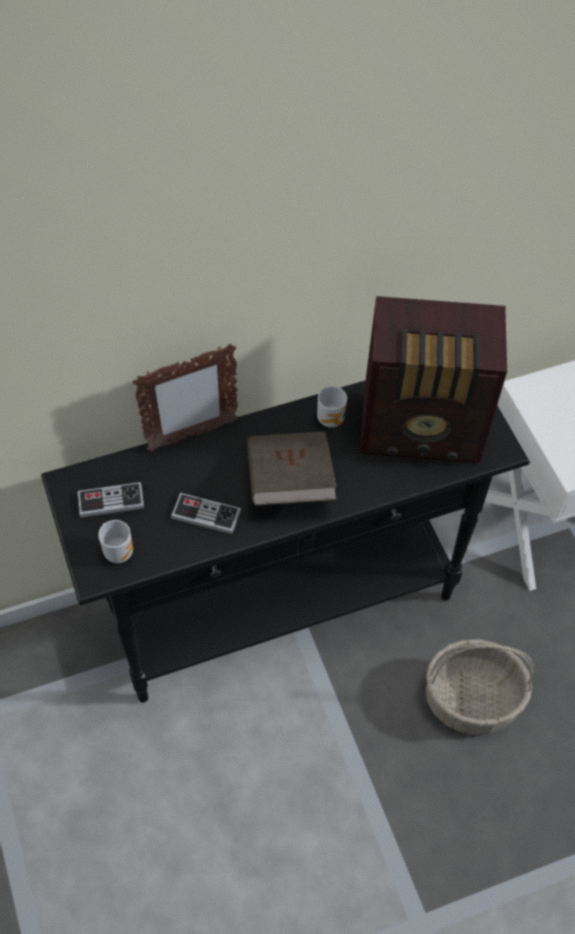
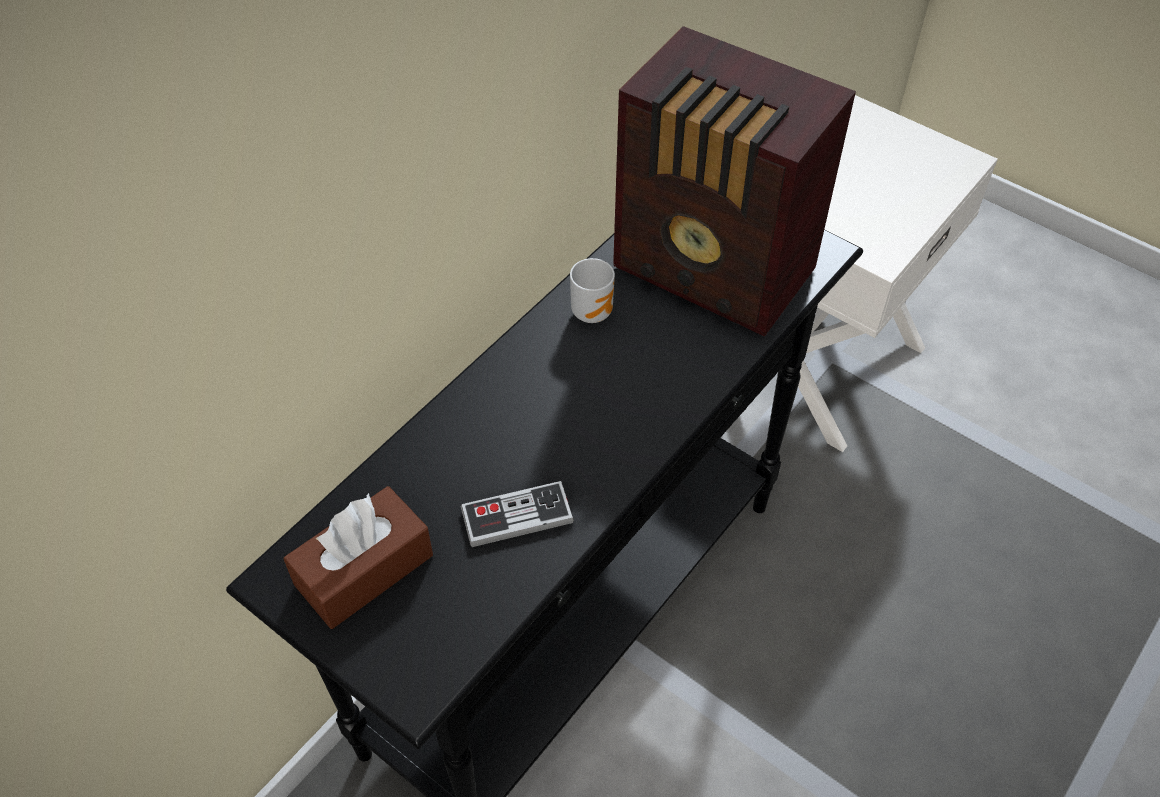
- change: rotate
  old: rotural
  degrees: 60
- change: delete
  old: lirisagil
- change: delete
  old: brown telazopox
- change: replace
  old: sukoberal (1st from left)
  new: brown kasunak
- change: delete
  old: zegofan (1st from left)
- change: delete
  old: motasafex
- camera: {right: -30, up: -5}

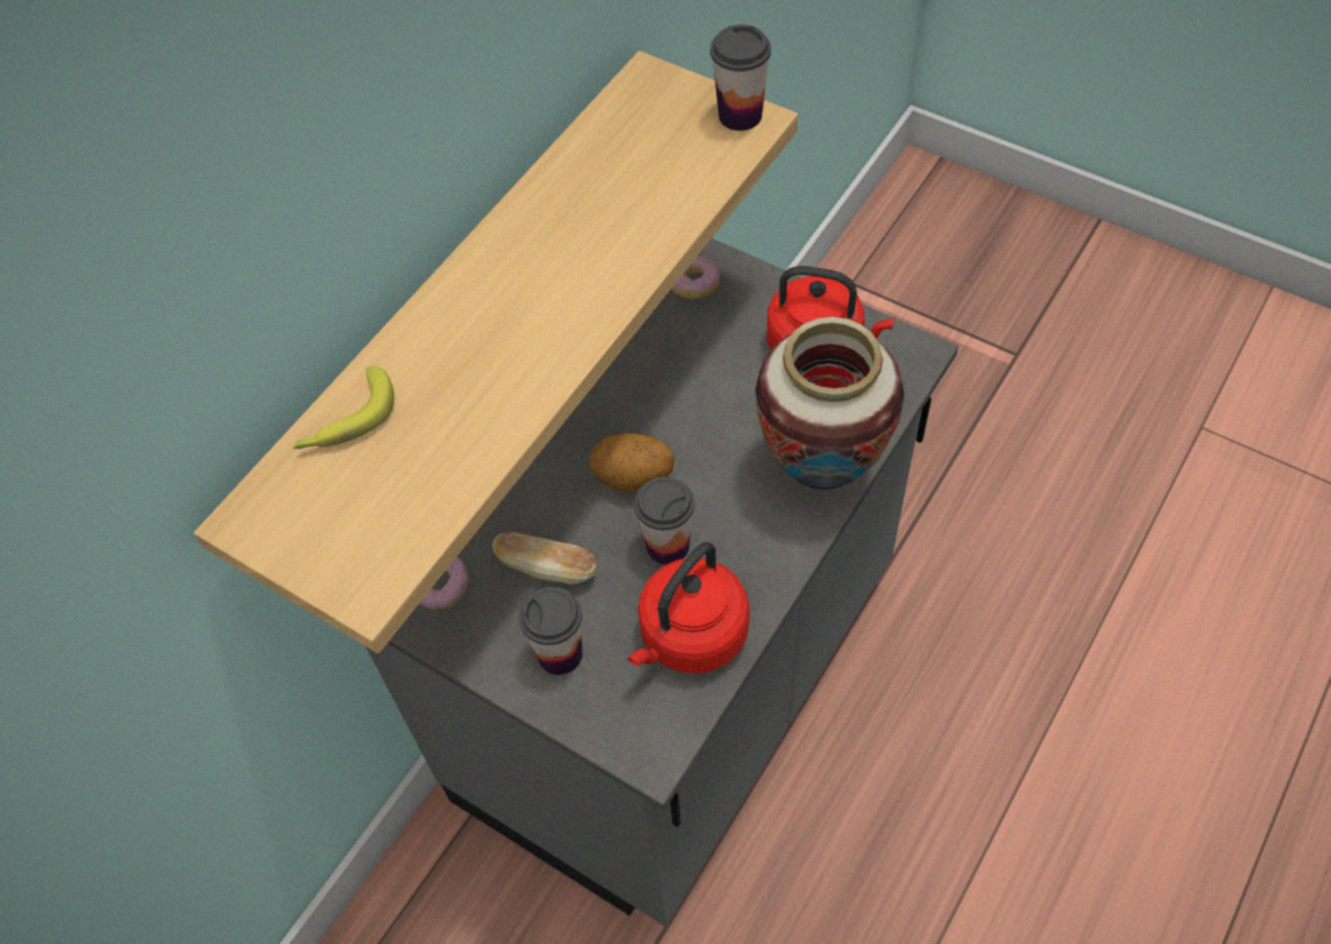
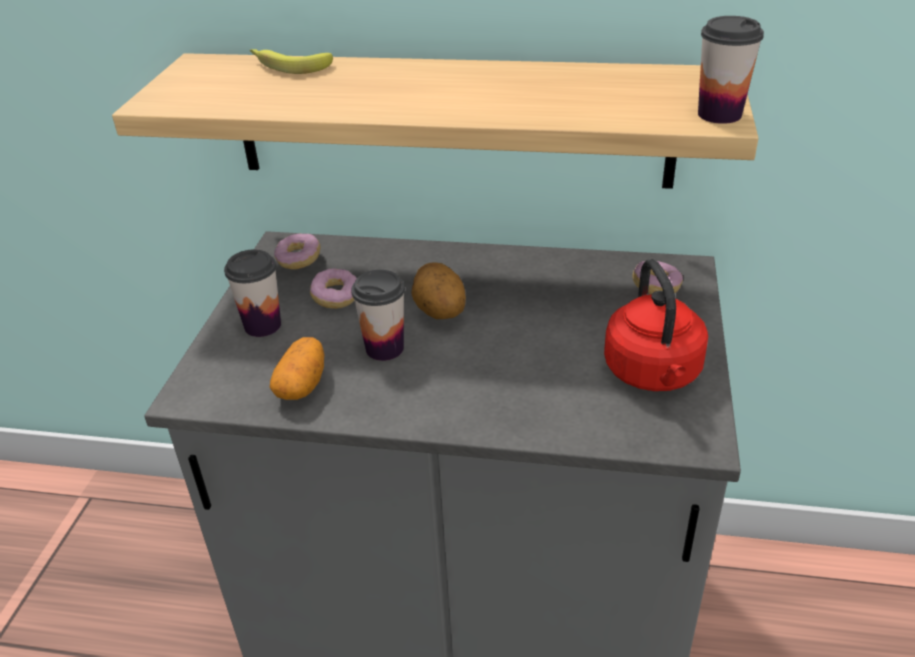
- change: delete
  old: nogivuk
- change: replace
  old: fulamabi
  new: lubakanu (2nd from left)
- change: replace
  old: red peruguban (1st from left)
  new: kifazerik (1st from left)
- camera: {right: 65, up: -20}

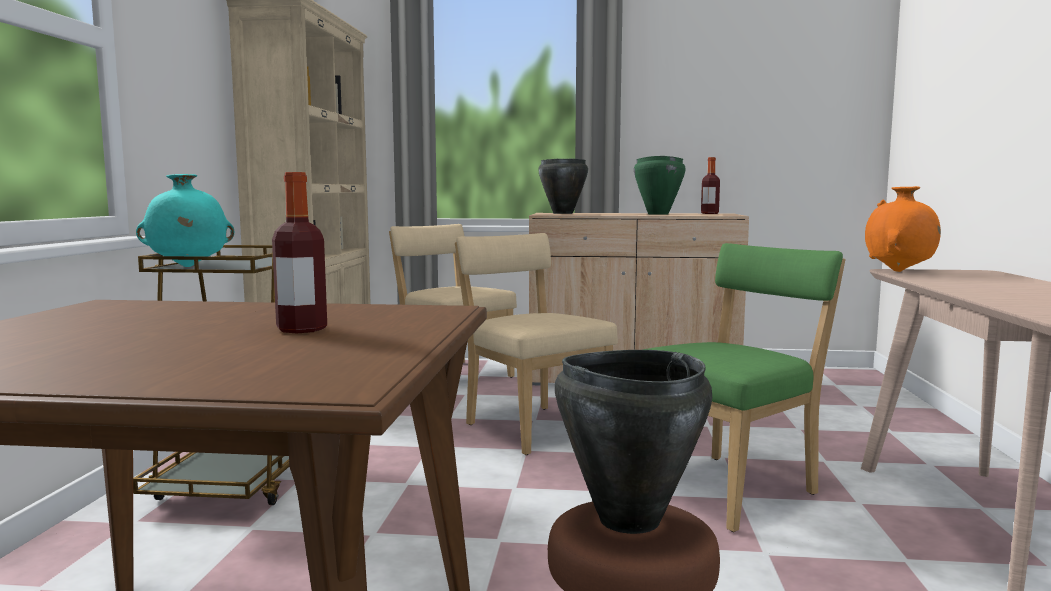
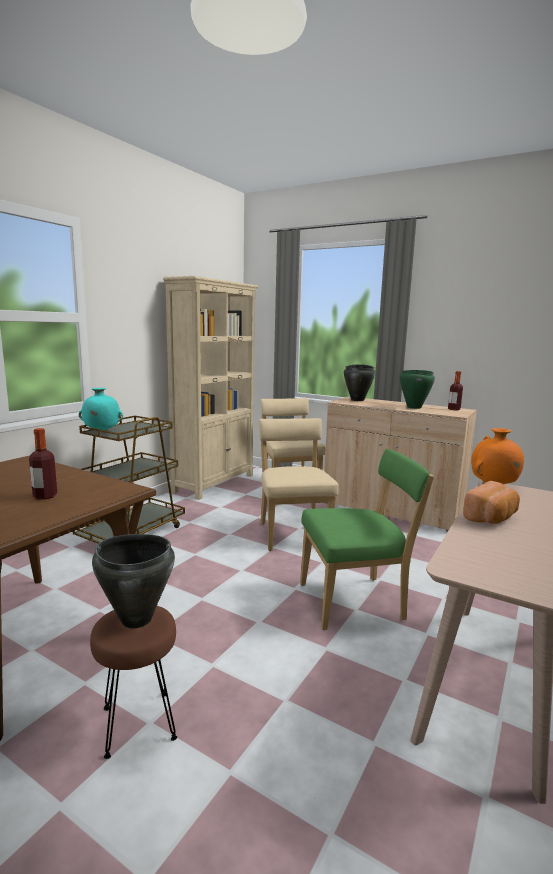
- change: insert
  new: fulamabi
- camera: {right: 25, up: 5}

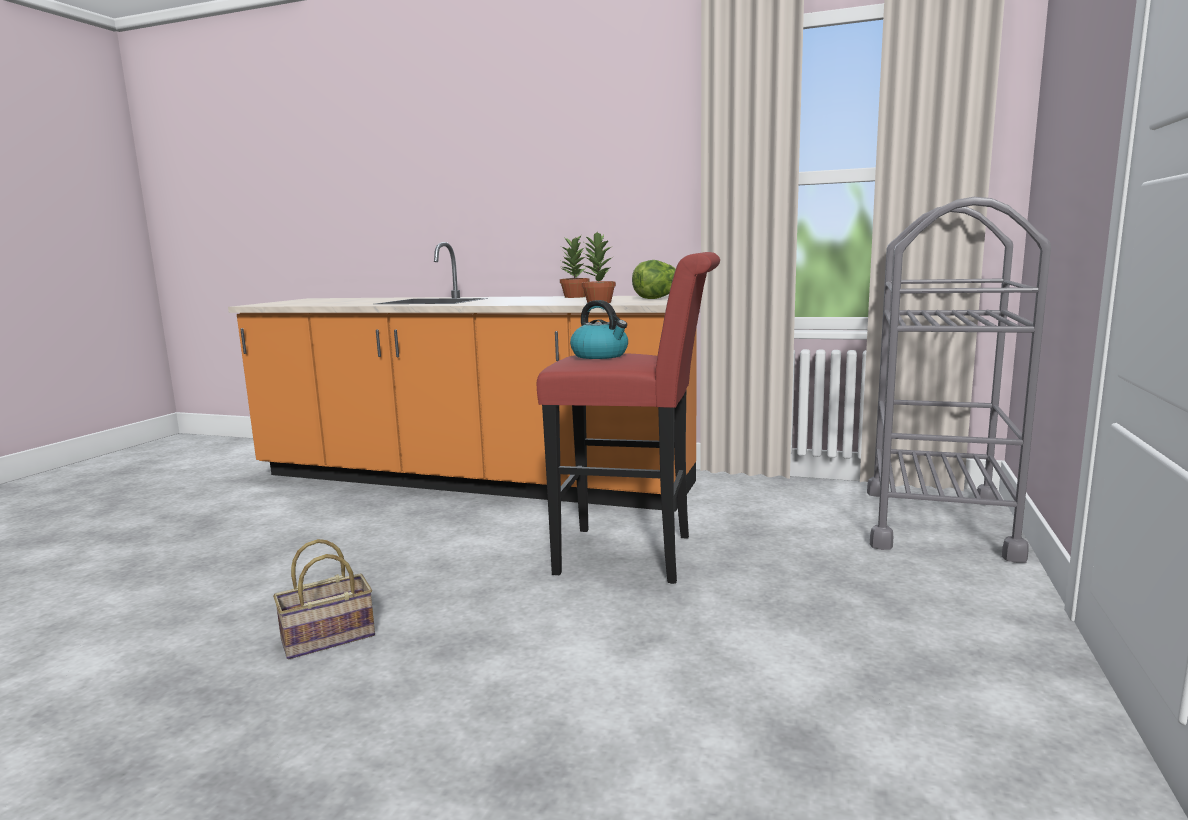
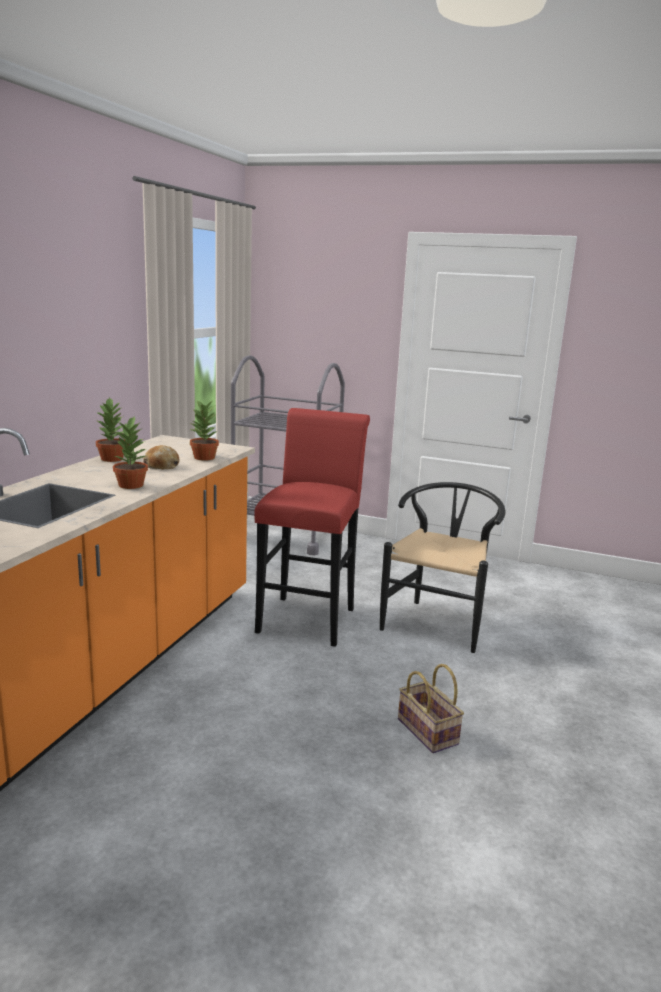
- change: delete
  old: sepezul
- change: delete
  old: peruguban
- change: insert
  new: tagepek (2nd from left)
- change: insert
  new: fulamabi
- change: insert
  new: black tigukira
- camera: {right: -90, up: 5}

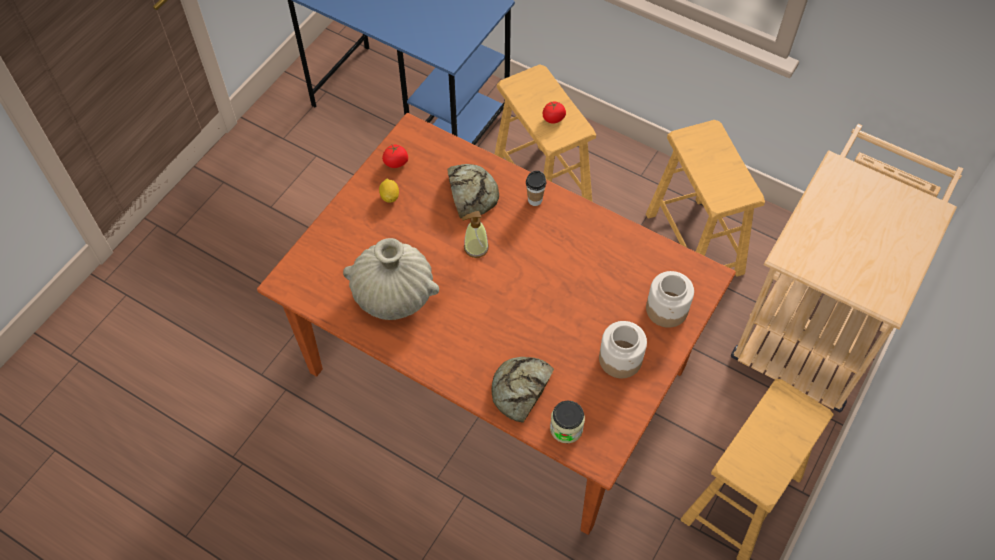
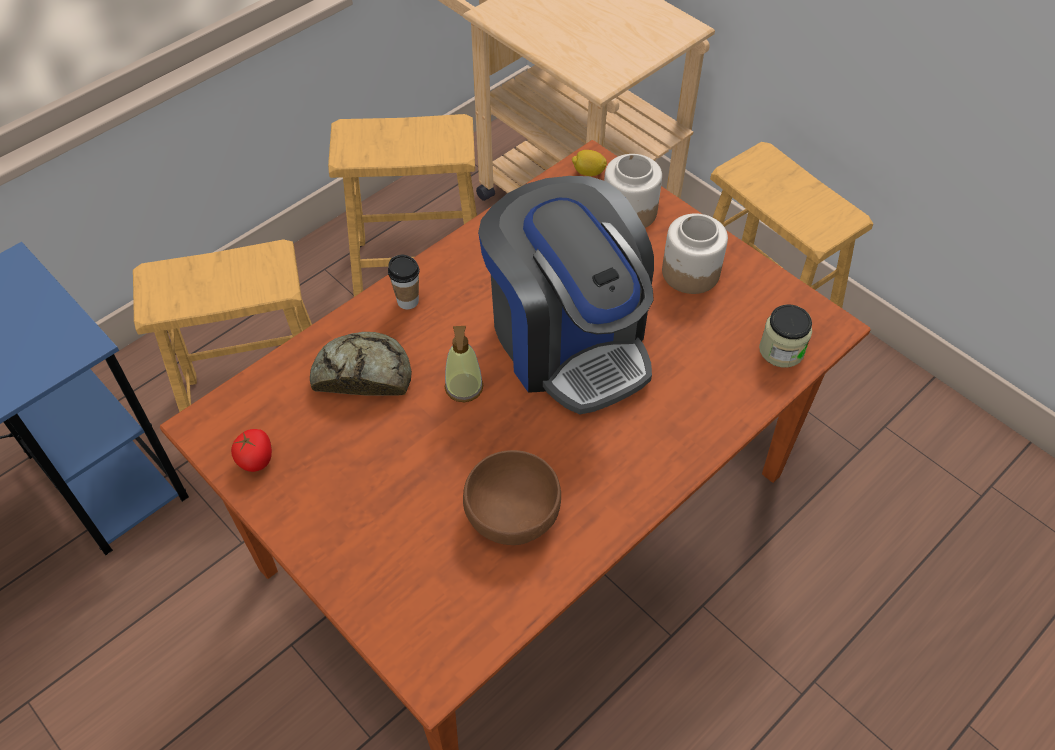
- change: delete
  old: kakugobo (2nd from left)
- change: move
  old: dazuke
- change: replace
  old: beige nogivuk
  new: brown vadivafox
- change: delete
  old: fulamabi (2nd from left)
- change: insert
  new: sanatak
- camera: {right: -75, up: -5}

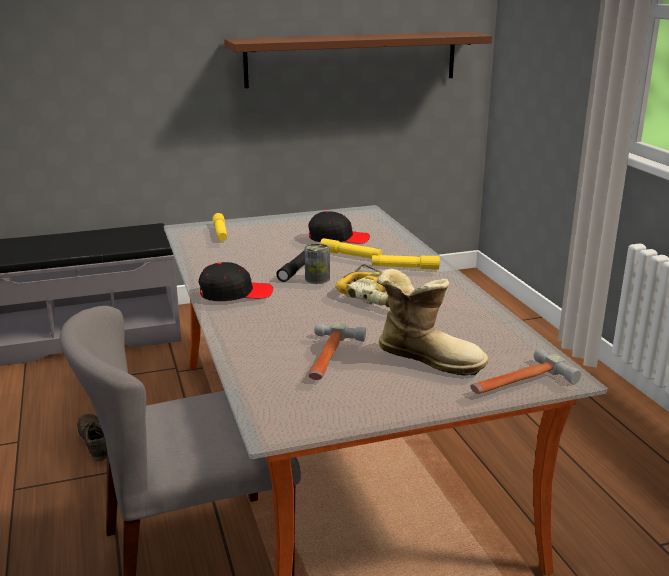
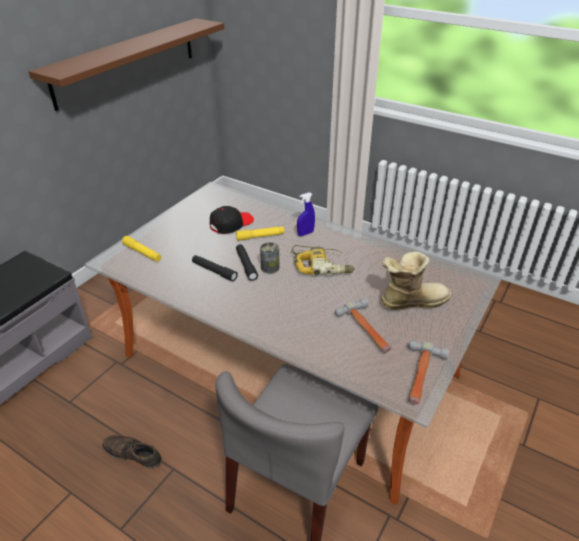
- change: replace
  old: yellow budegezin (3rd from left)
  new: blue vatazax
- change: delete
  old: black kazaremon (1st from left)
- change: move
  old: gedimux (2nd from left)
- change: insert
  new: black budegezin (1st from left)
- camera: {right: -40, up: 15}

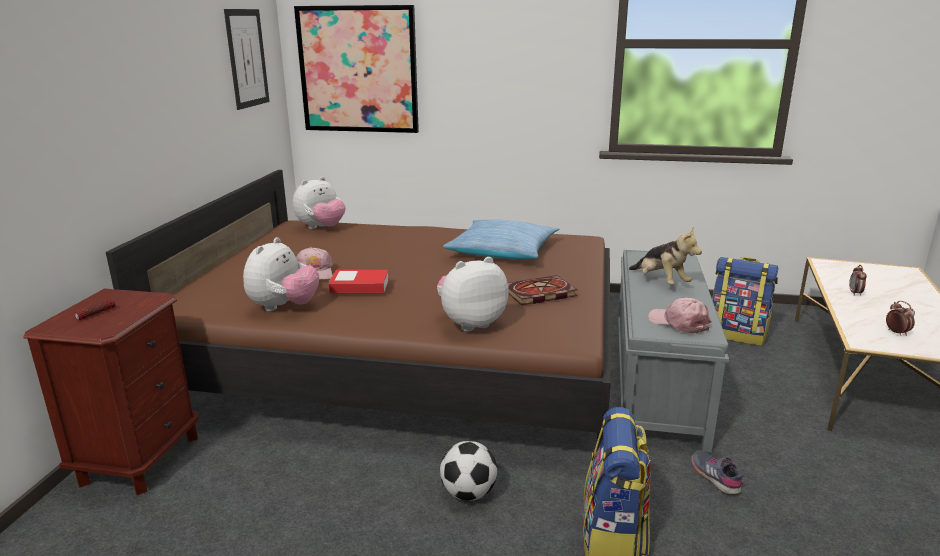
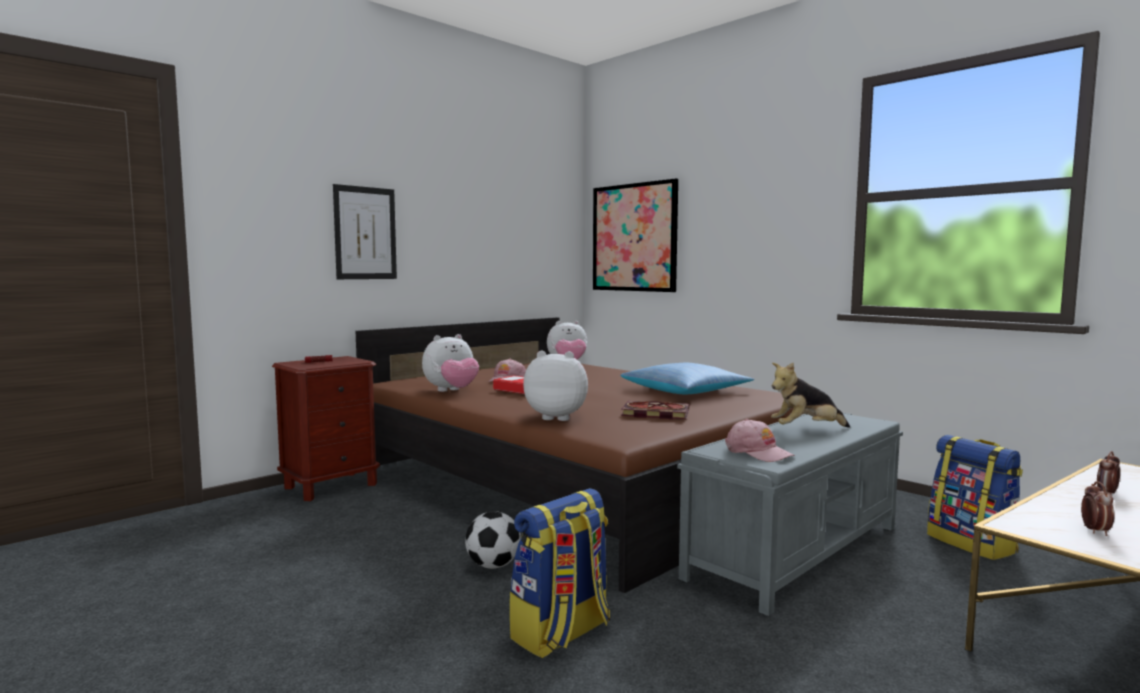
- change: move
  old: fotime (1st from left)
- change: rotate
  old: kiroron (4th from left)
  degrees: 75
- change: rotate
  old: pink kazaremon (2nd from left)
  degrees: 150
- change: delete
  old: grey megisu
- camera: {right: 35, up: -15}

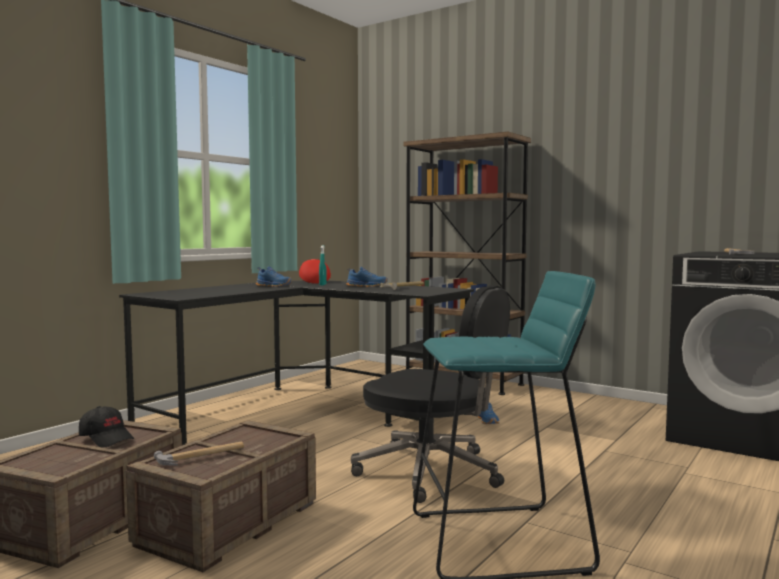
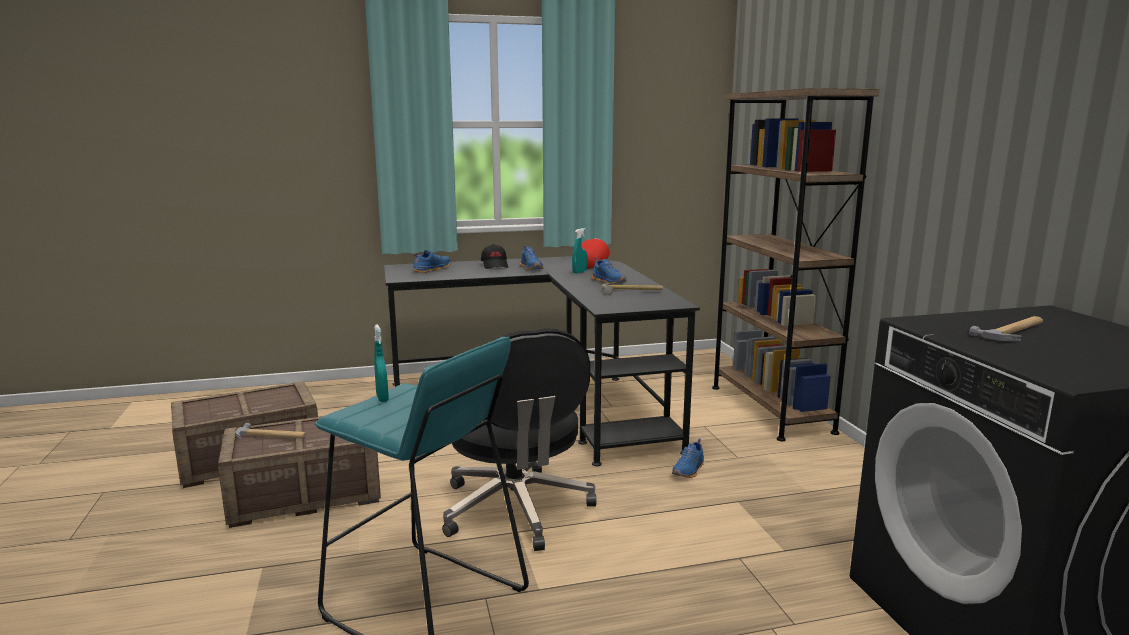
- change: move
  old: black kazaremon
- change: insert
  new: blue megisu (1st from left)
- change: insert
  new: turquoise vatazax (1st from left)
- camera: {right: 40, up: 10}

